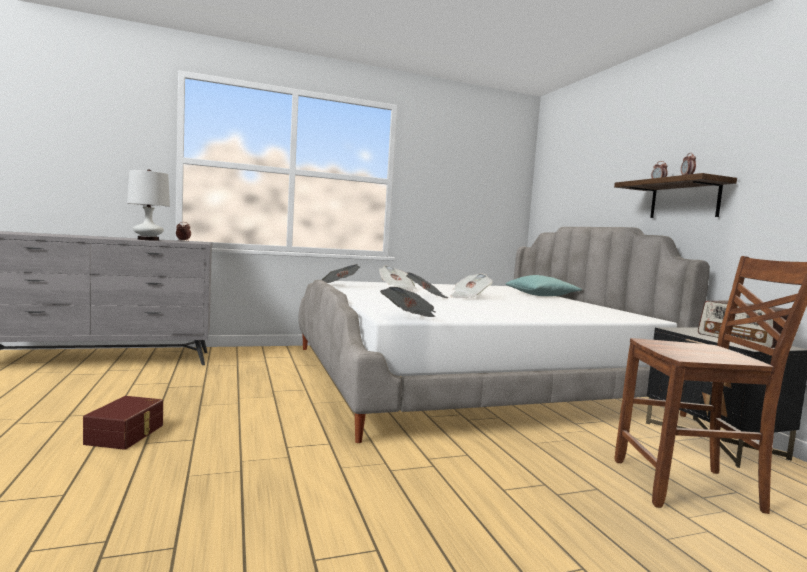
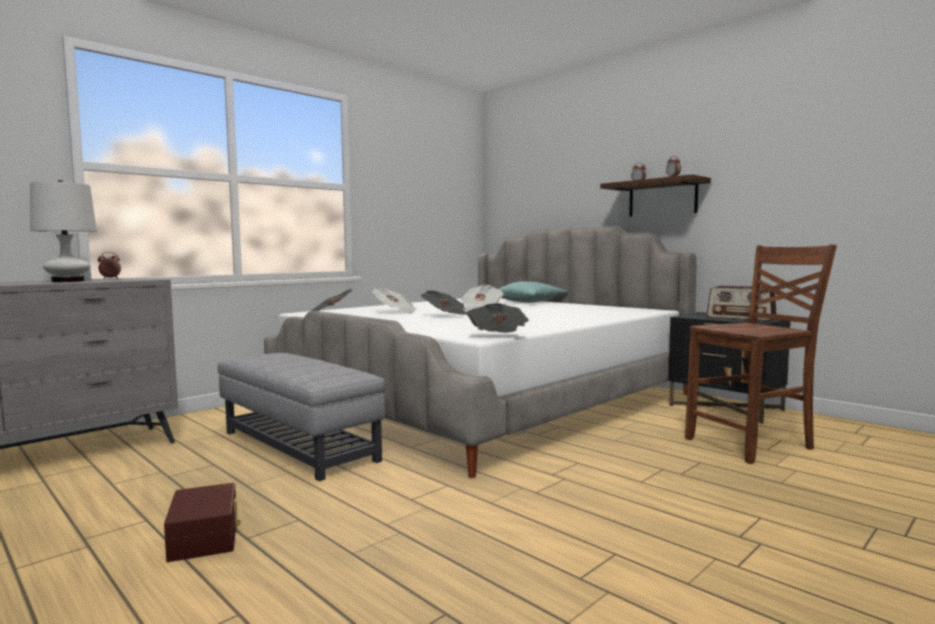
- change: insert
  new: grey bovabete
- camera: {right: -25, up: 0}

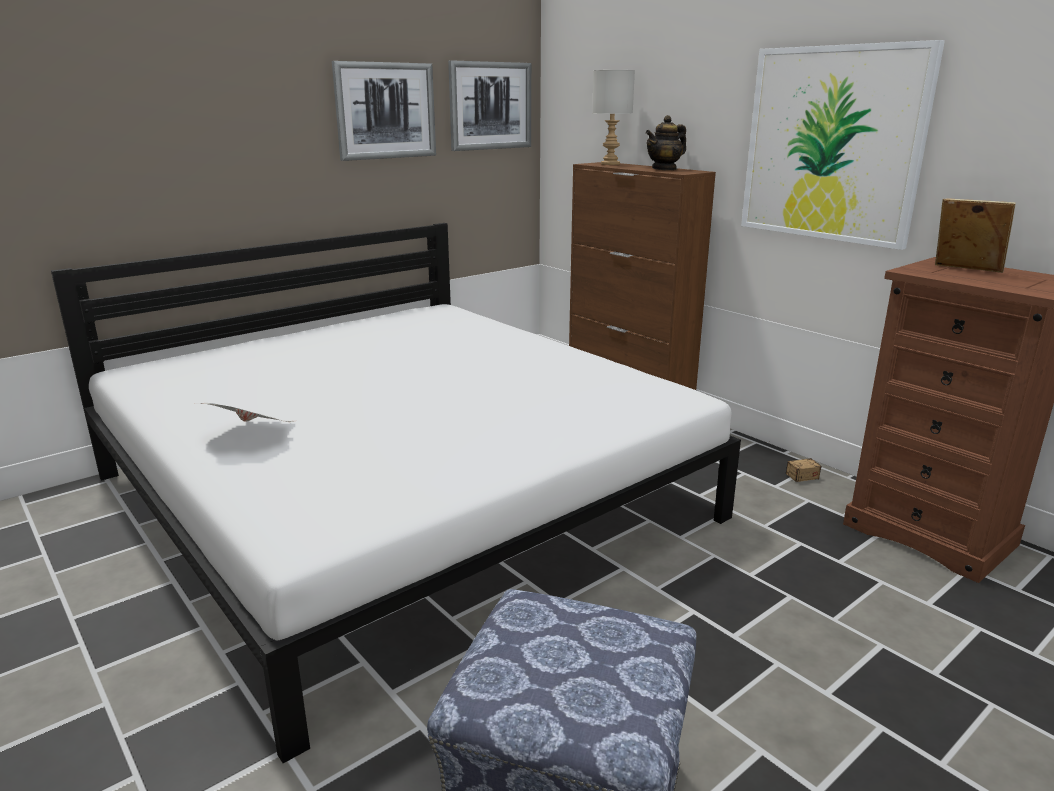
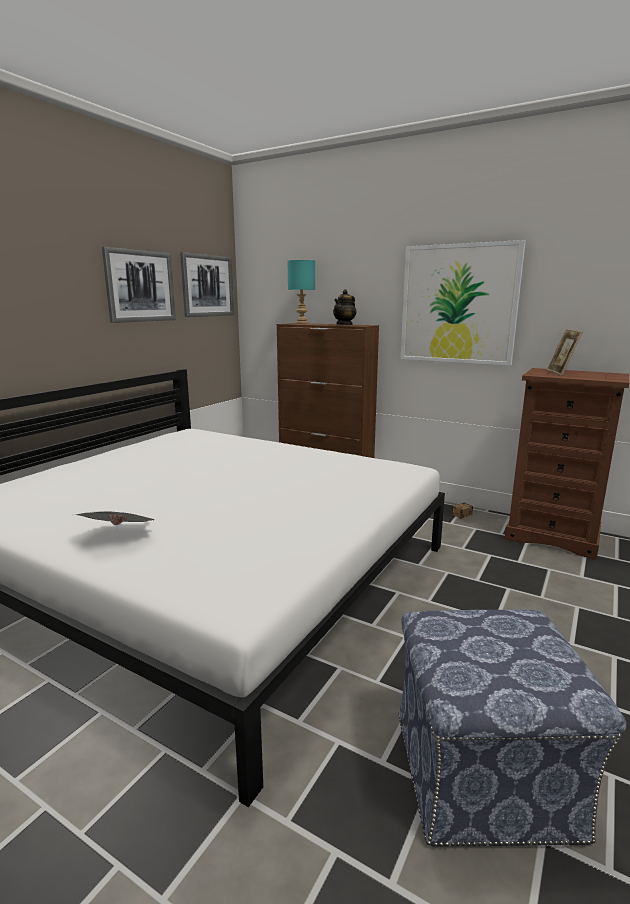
- change: recolor
  old: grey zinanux
  new: turquoise zinanux
- change: rotate
  old: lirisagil
  degrees: -105
- camera: {right: -20, up: -5}

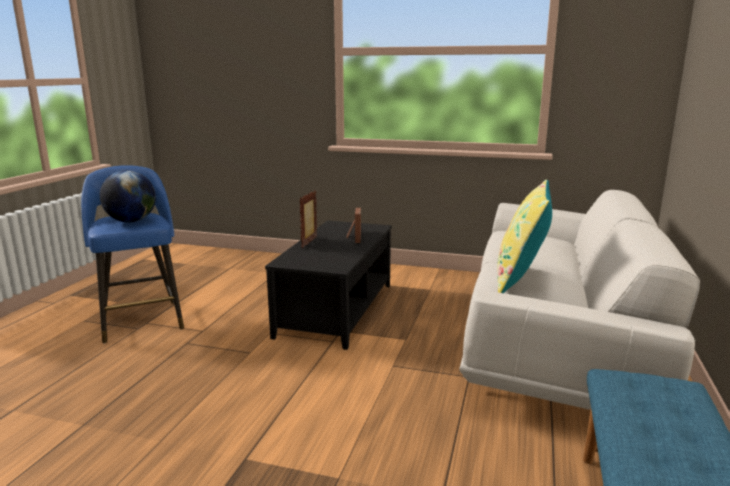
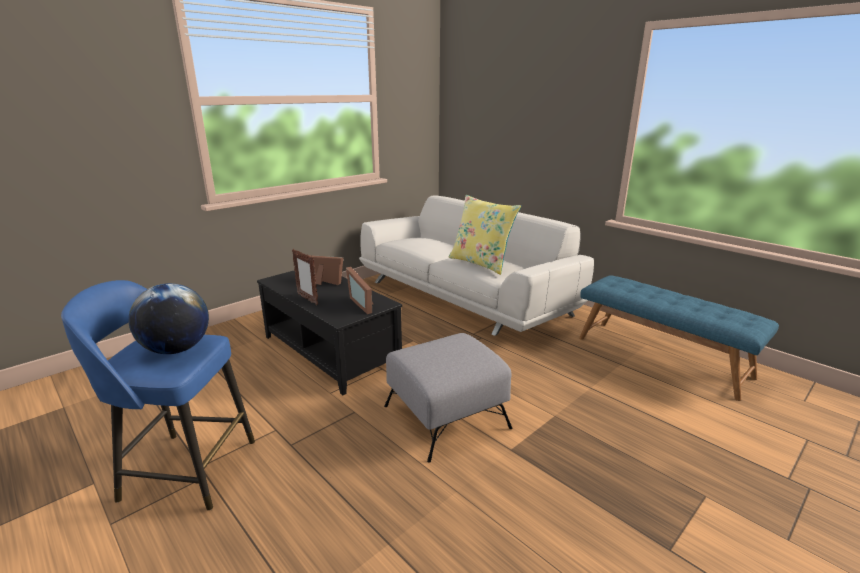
- change: insert
  new: lirisagil (3rd from left)
- change: insert
  new: grey bovabete
- camera: {right: -60, up: 5}

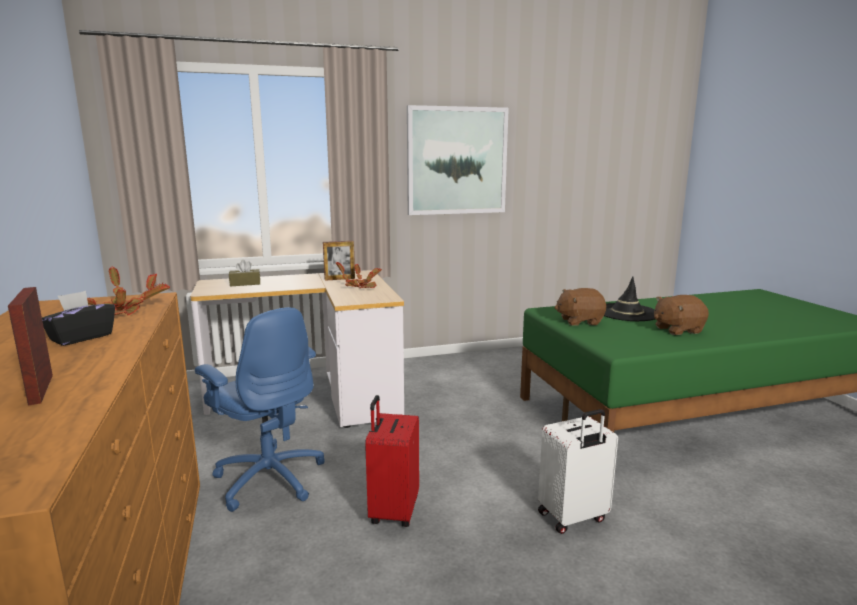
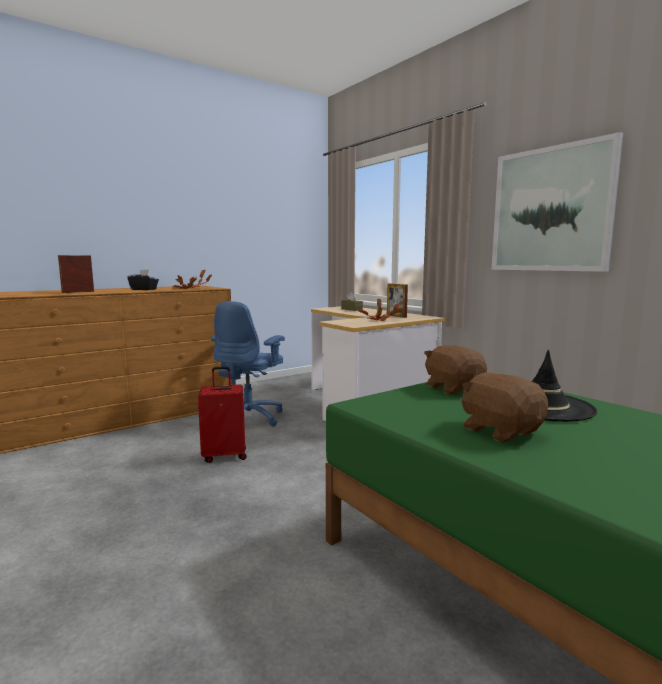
- change: delete
  old: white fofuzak
- camera: {right: 70, up: -5}

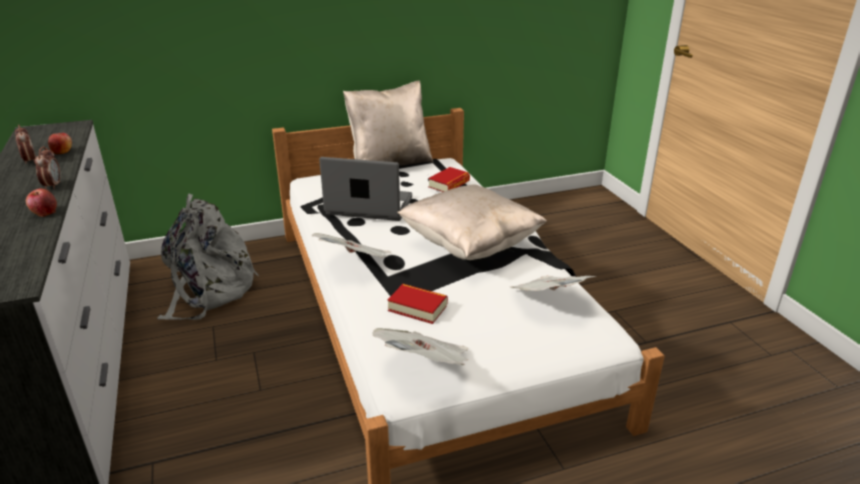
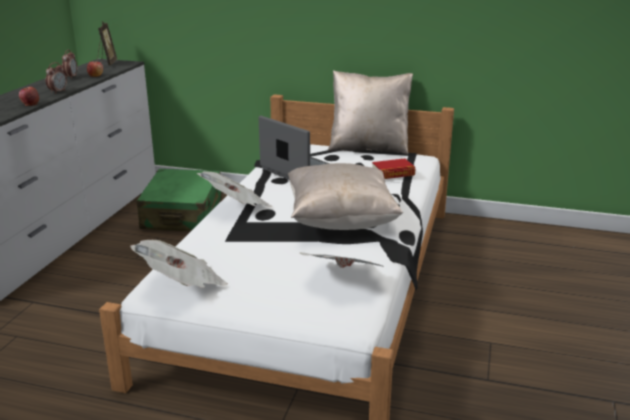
- change: replace
  old: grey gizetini
  new: green fofuzak
- change: delete
  old: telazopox (1st from left)
- change: insert
  new: lirisagil
- camera: {right: 35, up: -5}

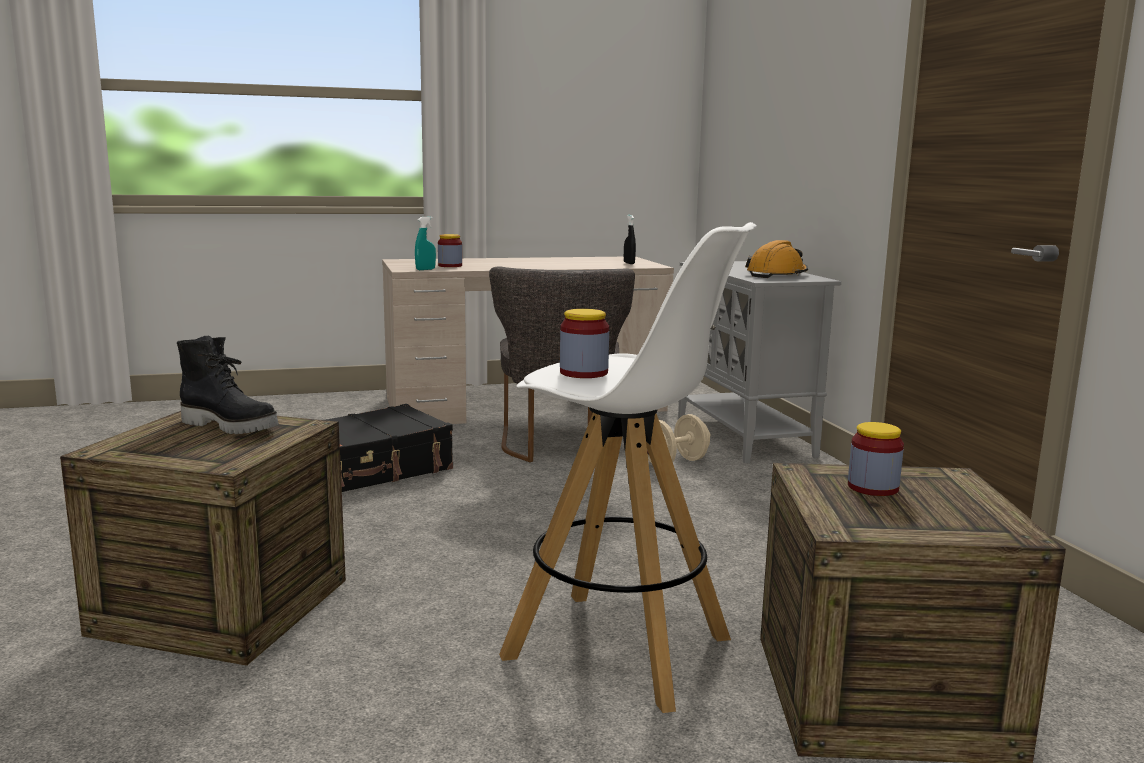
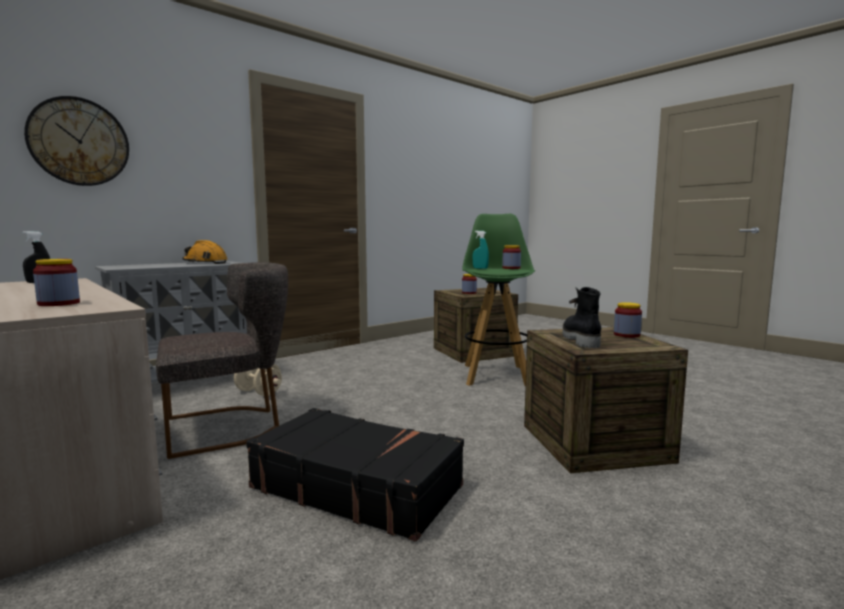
- change: move
  old: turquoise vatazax
- change: recolor
  old: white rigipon
  new: green rigipon
- change: insert
  new: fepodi
- change: insert
  new: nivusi (4th from left)
- camera: {right: -115, up: -5}

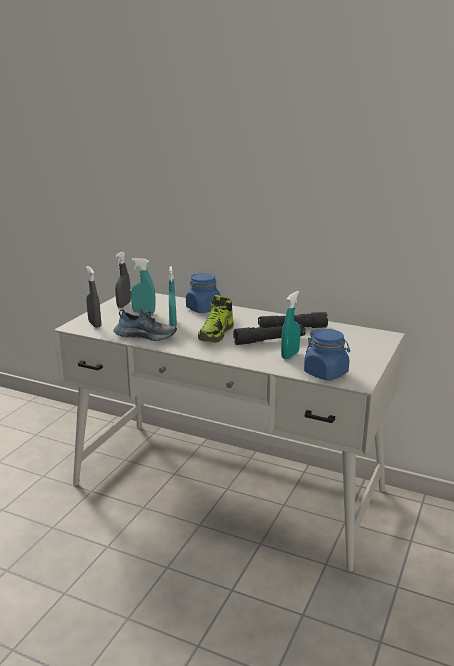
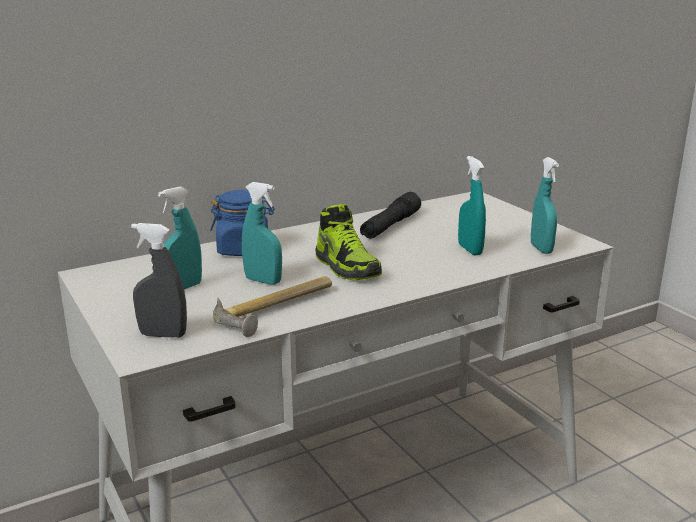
- change: delete
  old: grey vatazax (2nd from left)
- change: replace
  old: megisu (1st from left)
  new: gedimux
- change: delete
  old: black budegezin (1st from left)
- change: replace
  old: blue nivusi (2nd from left)
  new: turquoise vatazax (4th from left)
- camera: {right: -55, up: 0}

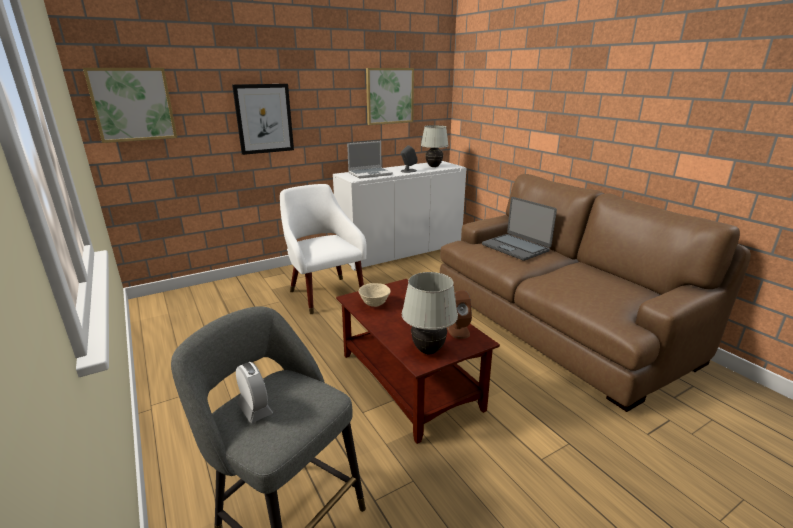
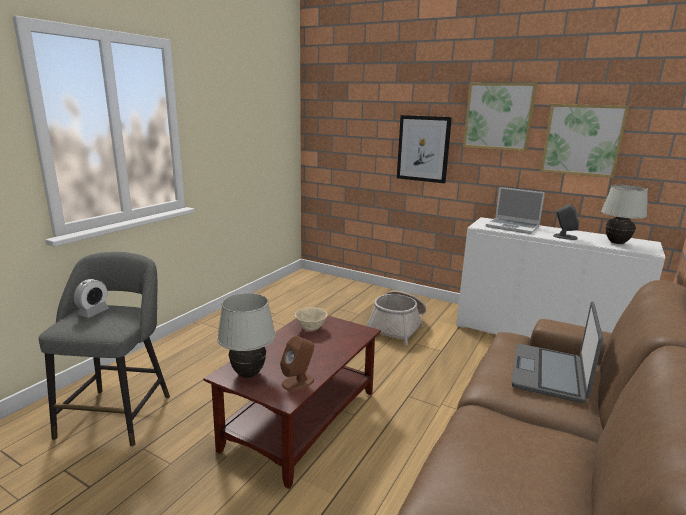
- change: move
  old: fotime (1st from left in the first image)
  new: fotime (2nd from left)
- change: replace
  old: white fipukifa
  new: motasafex
- camera: {right: 60, up: -5}

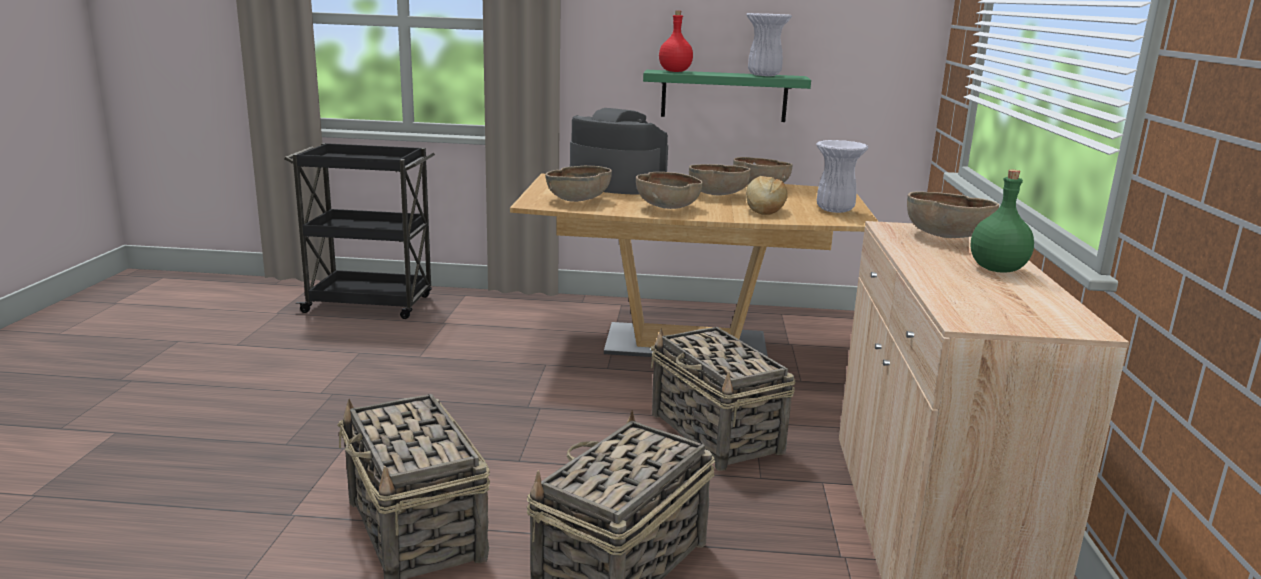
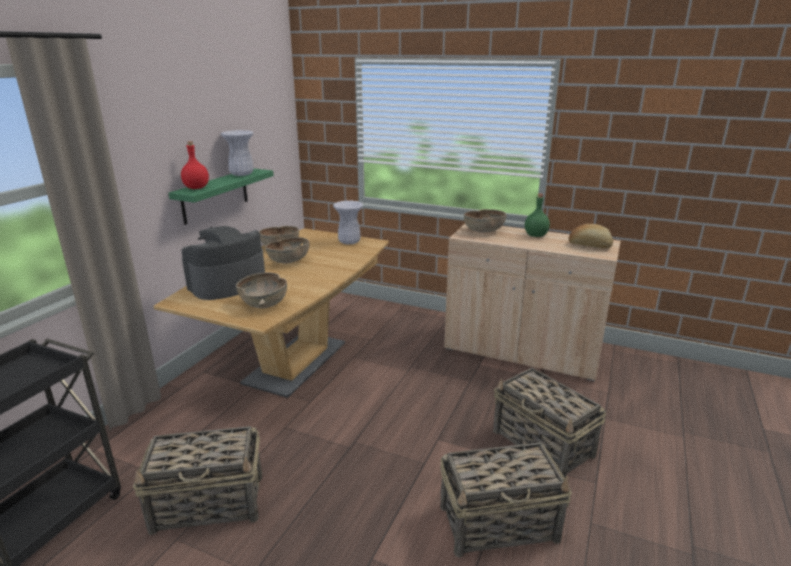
- change: delete
  old: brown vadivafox (2nd from left)
- change: move
  old: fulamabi
- change: move
  old: motasafex (3rd from left in the first image)
  new: motasafex (1st from left)
- camera: {right: -70, up: 5}

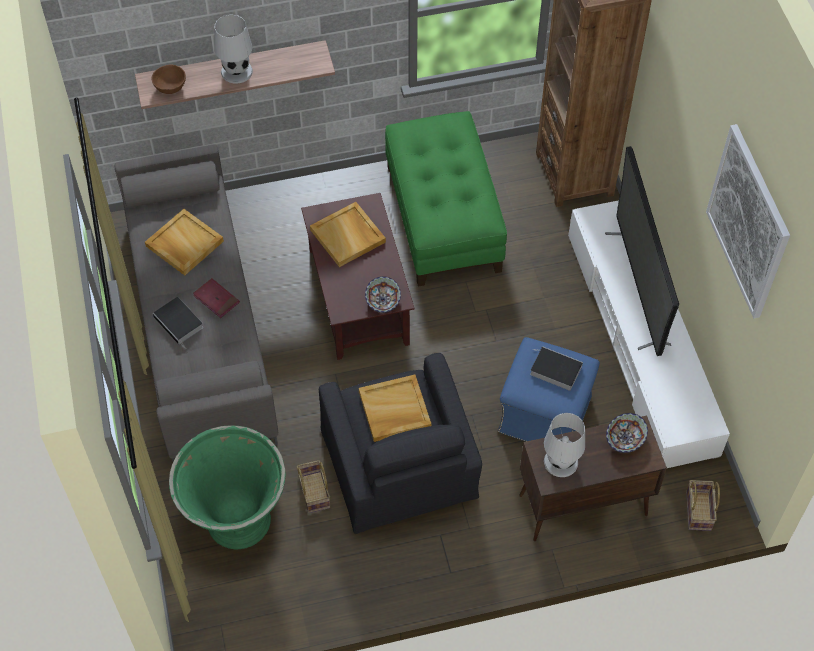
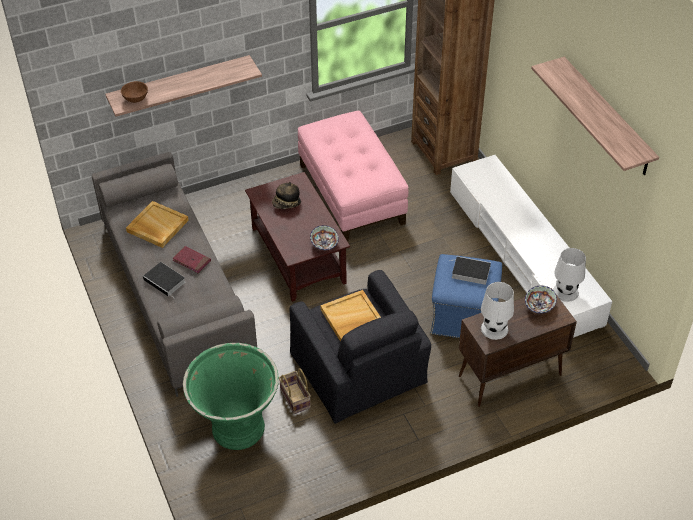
- change: move
  old: white zinanux (1st from left in the first image)
  new: white zinanux (2nd from left)
- change: recolor
  old: green bovabete
  new: pink bovabete
- change: replace
  old: fotime
  new: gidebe (2nd from left)
- change: delete
  old: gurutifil
- change: replace
  old: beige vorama (2nd from left)
  new: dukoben
- change: delete
  old: motasafex (2nd from left)
- camera: {right: -10, up: -10}

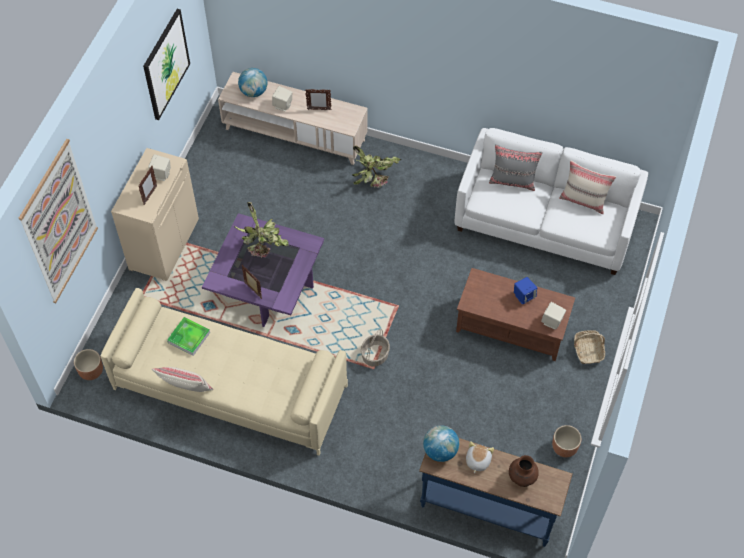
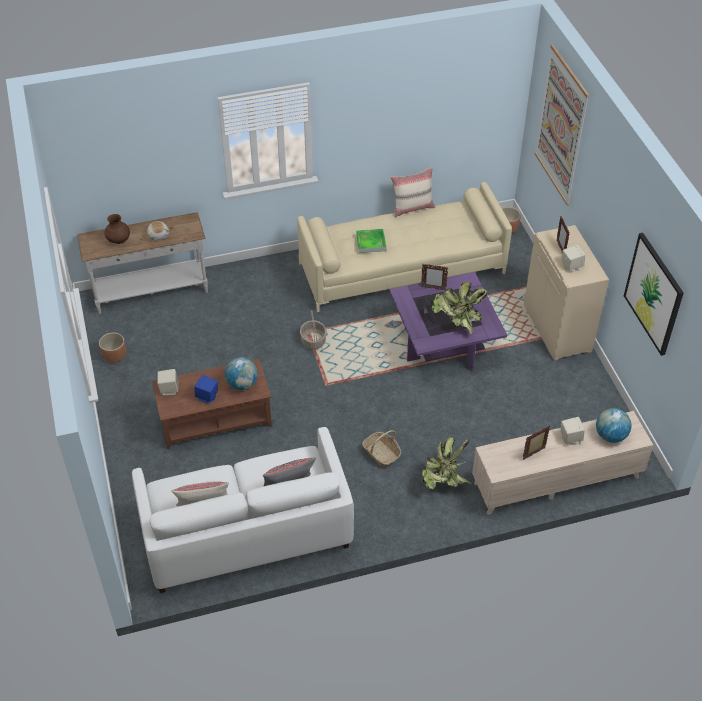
- change: move
  old: vorama
- change: move
  old: motasafex (2nd from left)
- change: move
  old: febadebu (2nd from left in the first image)
  new: febadebu (1st from left)
- change: recolor
  old: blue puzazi
  new: white puzazi
- camera: {right: 145, up: -10}

